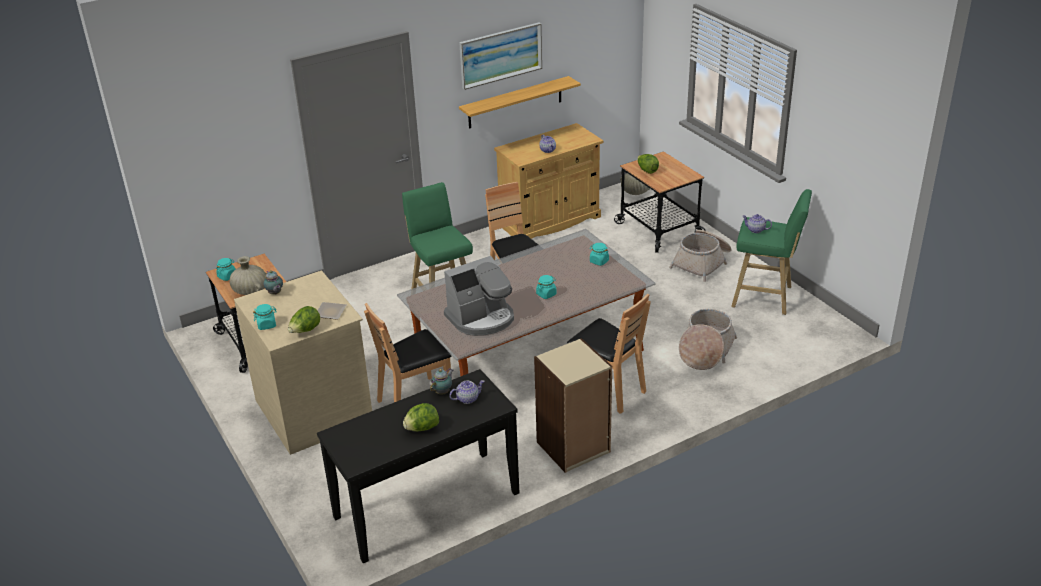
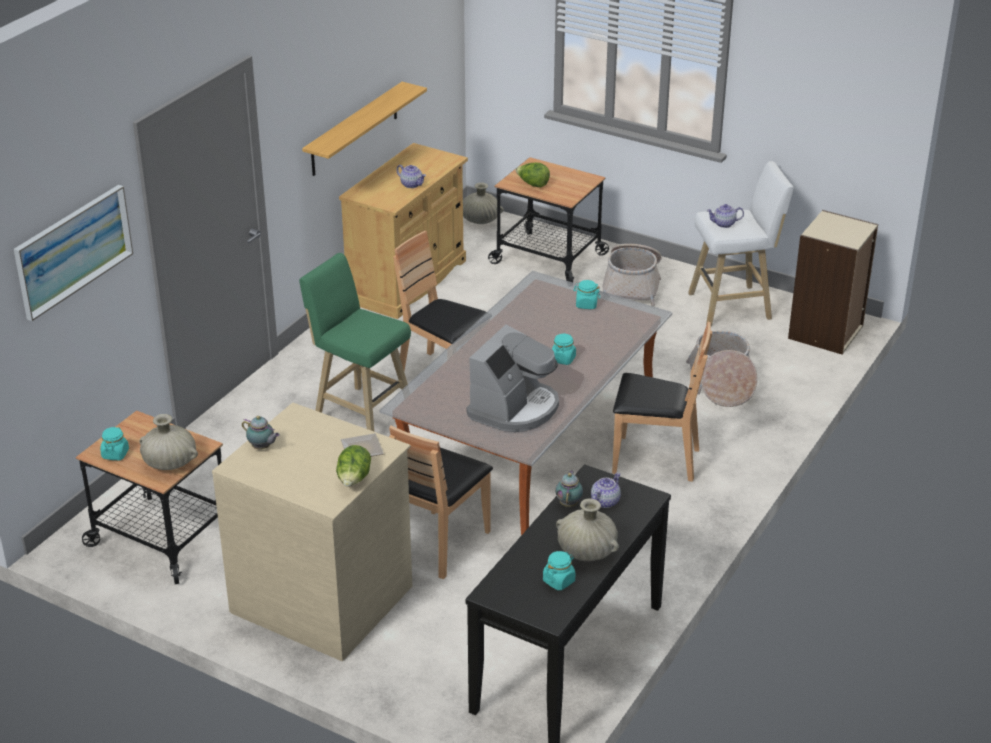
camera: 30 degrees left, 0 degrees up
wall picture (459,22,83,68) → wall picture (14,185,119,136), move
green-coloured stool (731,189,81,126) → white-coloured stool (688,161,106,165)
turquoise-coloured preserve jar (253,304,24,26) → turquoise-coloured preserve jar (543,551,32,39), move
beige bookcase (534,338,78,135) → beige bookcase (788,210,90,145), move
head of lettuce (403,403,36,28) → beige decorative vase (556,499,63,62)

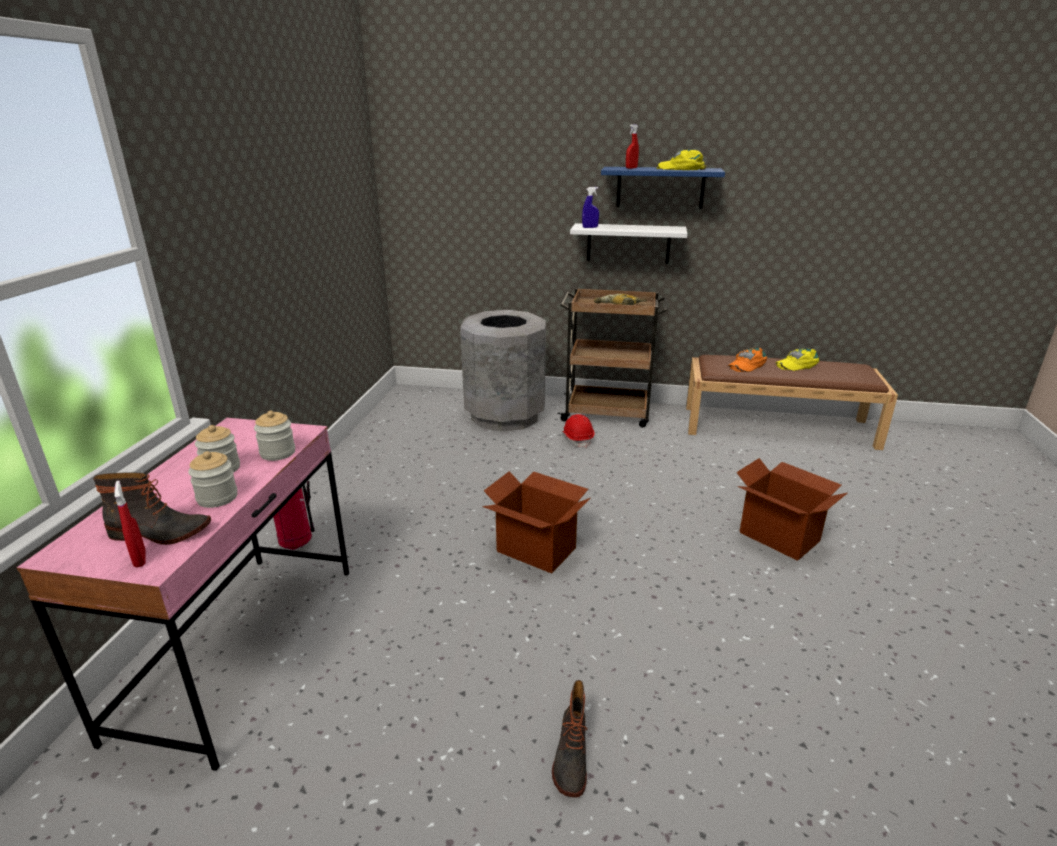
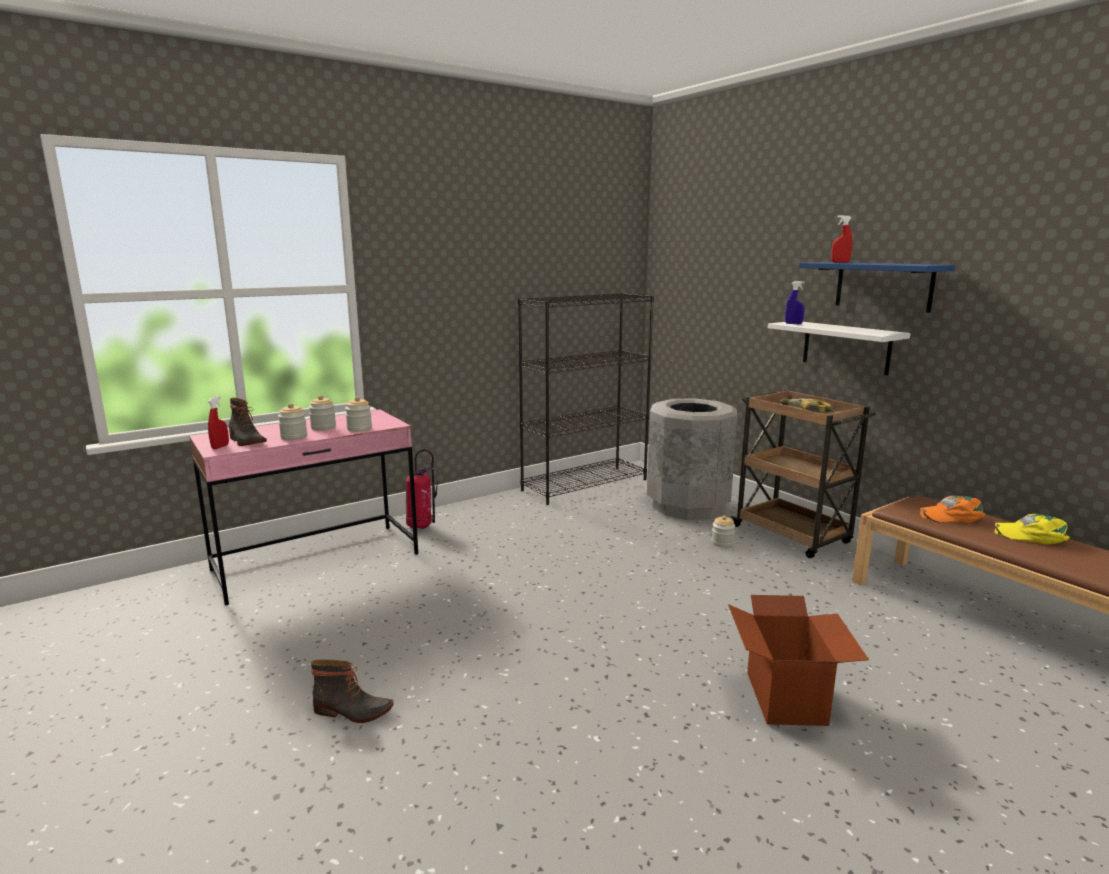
camera: 45 degrees right, 10 degrees down
yellowish baseball cap (657,149,49,21) → -
reddish hard hat (562,414,32,34) → preserve jar (712,516,23,32)
cardboard box (483,471,108,102) → -
tall boot (552,680,35,117) → tall boot (311,659,82,64), 135 degrees counterclockwise
- → black-coloured bookcase (518,293,136,212)

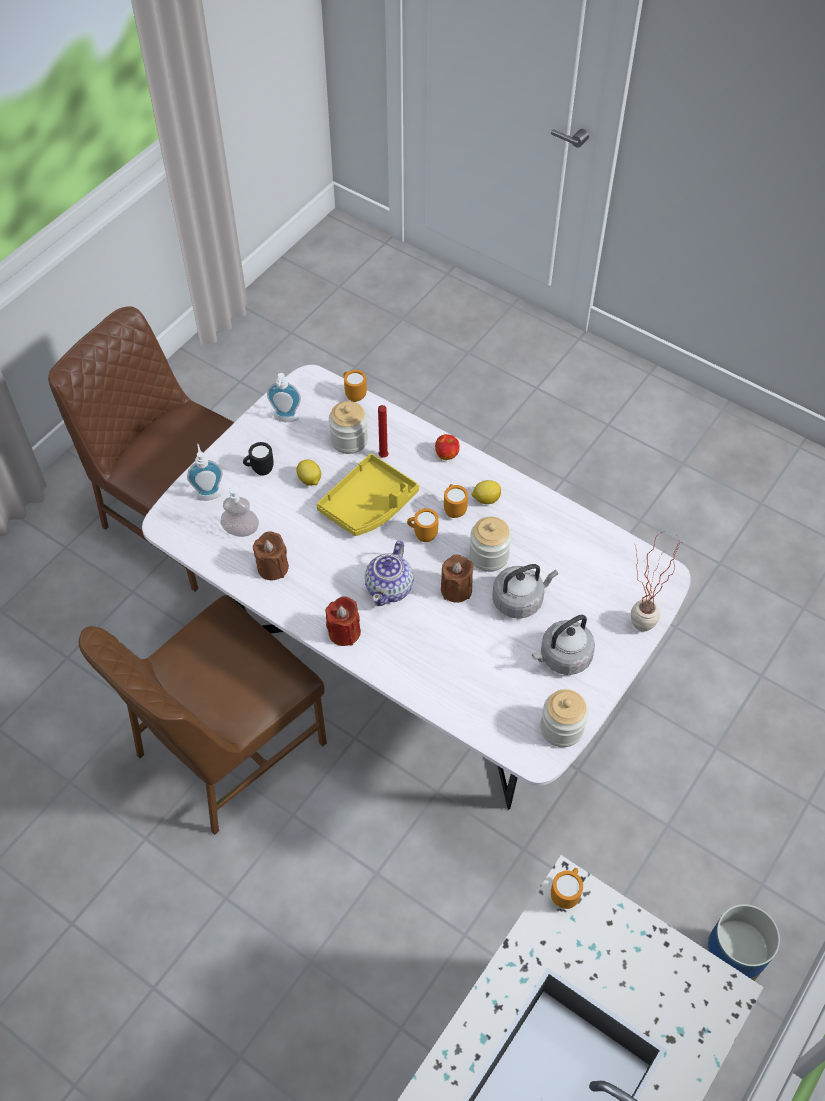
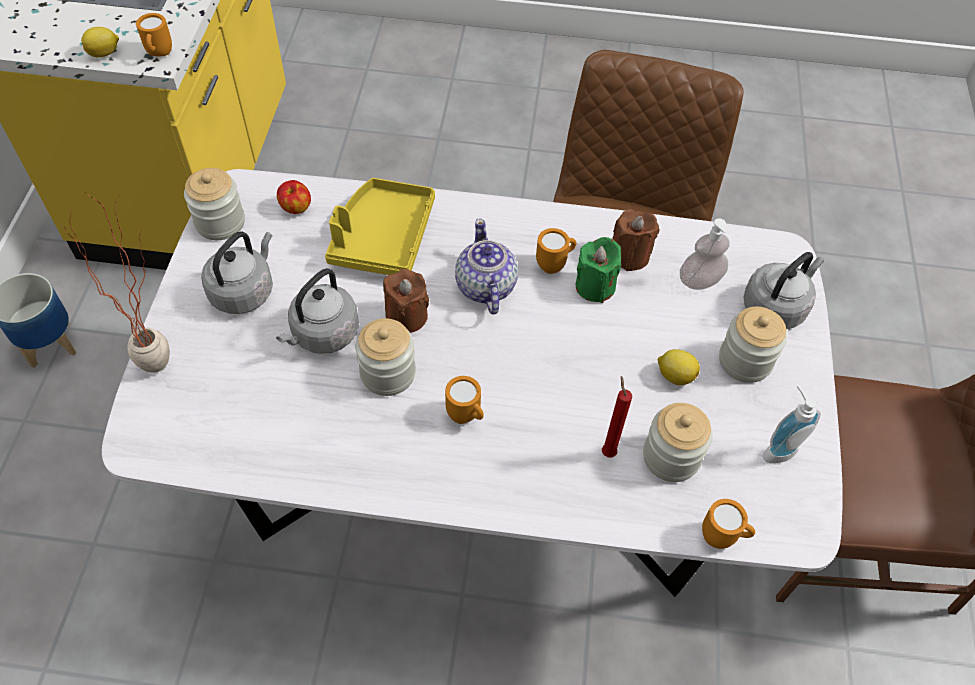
camera: 150 degrees right, 0 degrees up
apple fruit (435,434,25,26) → apple fruit (277,180,34,34), move
black-coloured coffee mug (243,442,31,33) → preserve jar (719,307,68,76)
soap bottle (187,444,36,57) → grey tea kettle (743,252,81,77)
yellowish carrying tray (316,454,103,82) → yellowish carrying tray (325,178,110,97), move
citrus fruit (472,480,29,24) → citrus fruit (81,27,38,30), move
orange-coloured coffee mug (407,508,32,34) → orange-coloured coffee mug (536,228,41,46), move
reddish candle (325,596,36,50) → -
- → green-coloured candle (576,237,45,66)

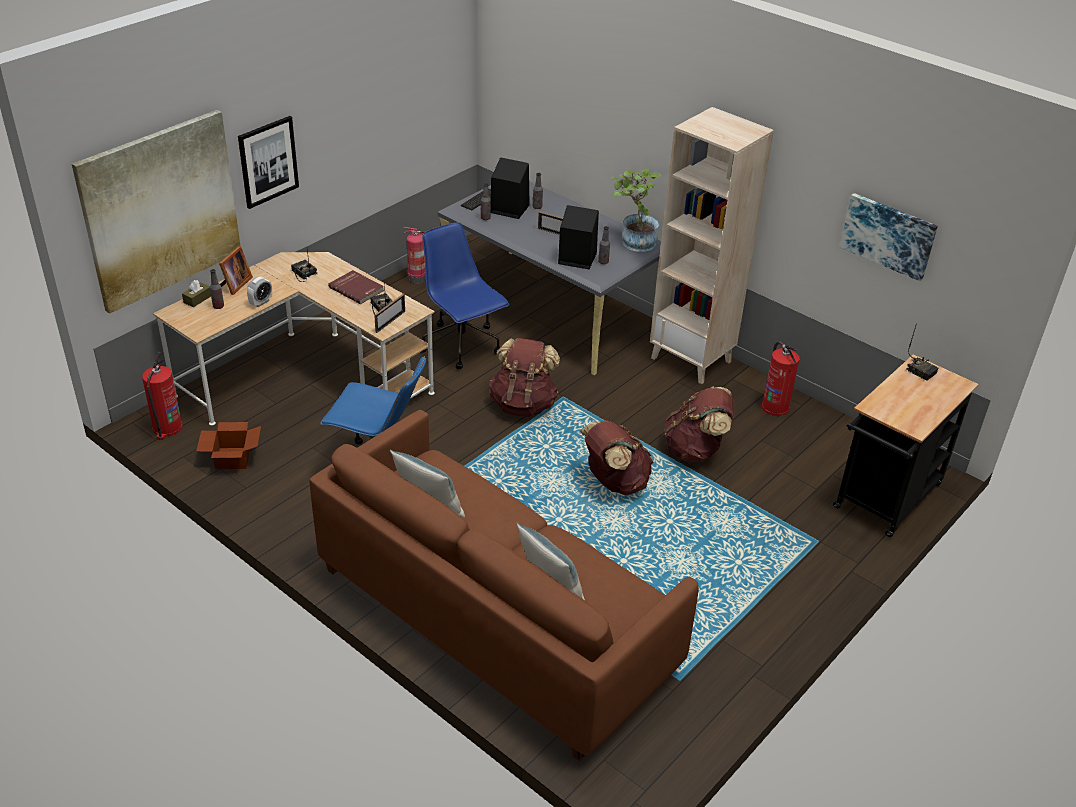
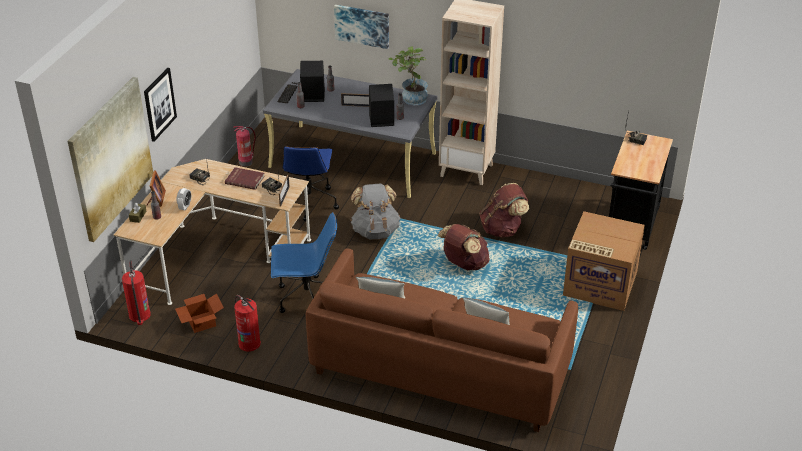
camera: 20 degrees left, 0 degrees up
wall picture (840,193,98,88) → wall picture (334,5,55,44), move
blue-coloured computer chair (421,222,88,147) → blue-coloured computer chair (283,146,56,76), 120 degrees counterclockwise
brown-coloured rucksack (489,338,71,79) → grey rucksack (350,183,51,56)
fire-fighting cylinder (762,341,37,75) → fire-fighting cylinder (234,295,27,57), move
- → cardboard box (563,211,82,100)

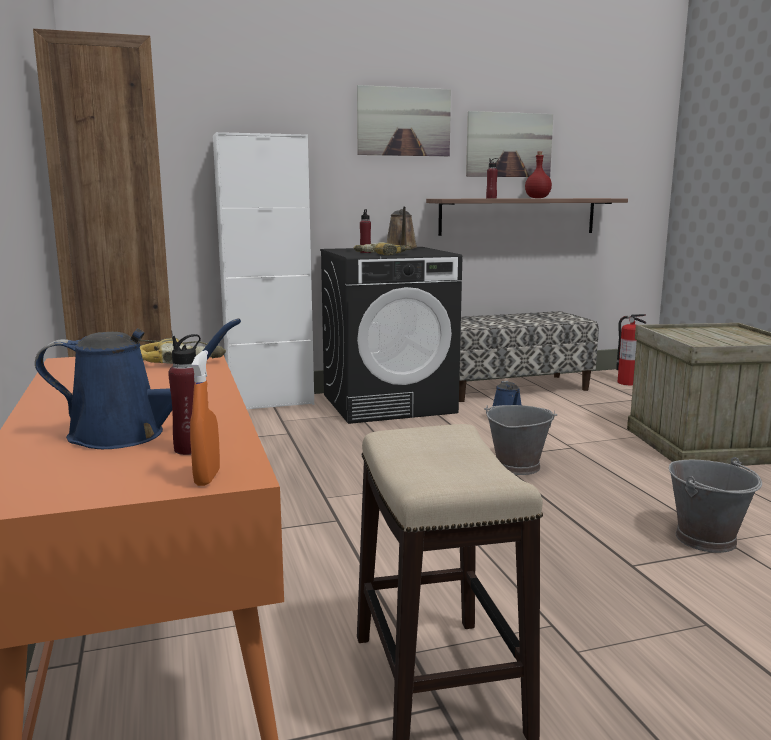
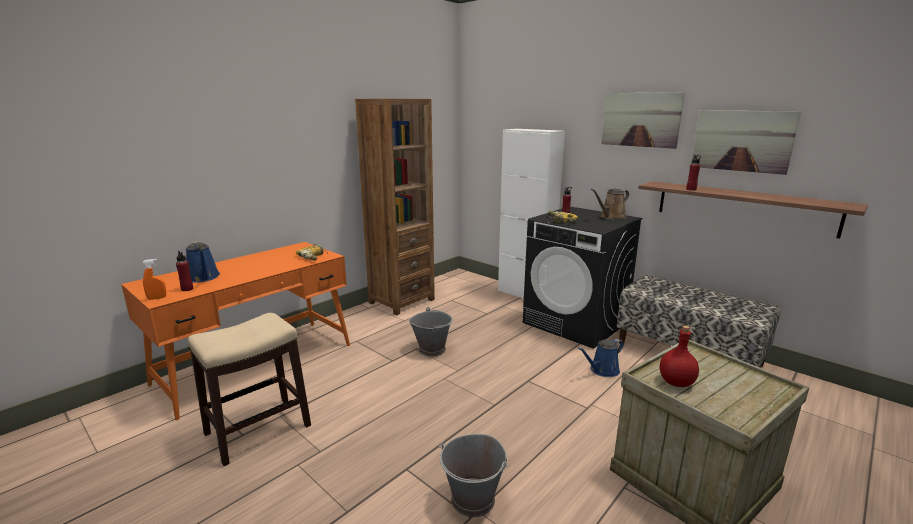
camera: 60 degrees right, 5 degrees up
reddish beverage bottle (525,152,27,46) → reddish beverage bottle (660,326,39,61), move
fire-fighting cylinder (616,314,30,71) → -
grey water bucket (484,405,74,70) → grey water bucket (409,307,44,50), move

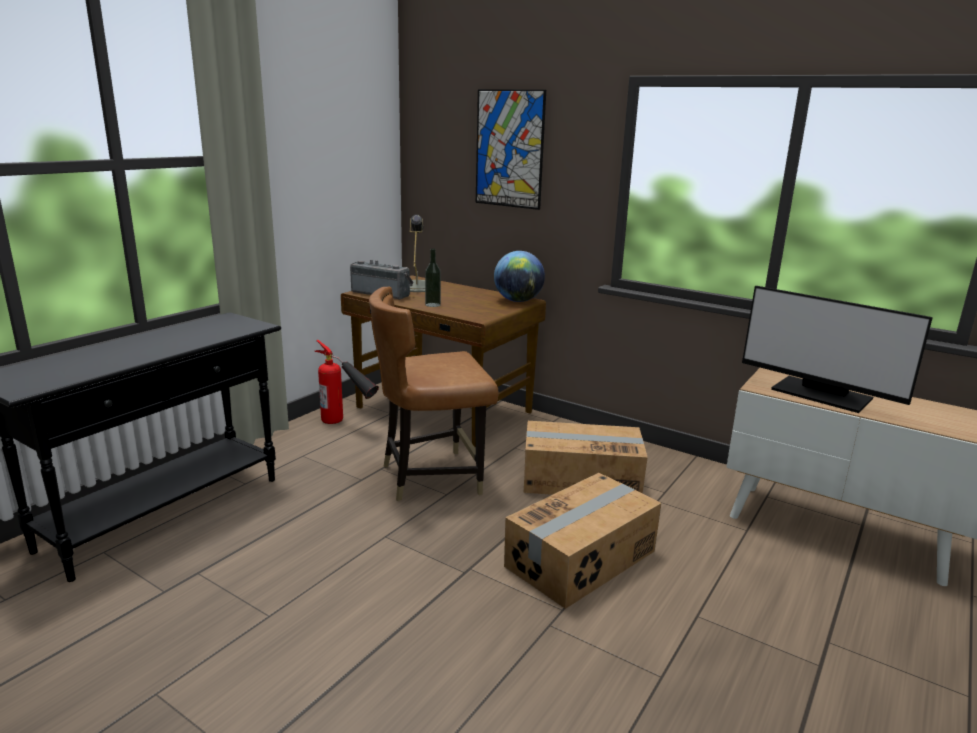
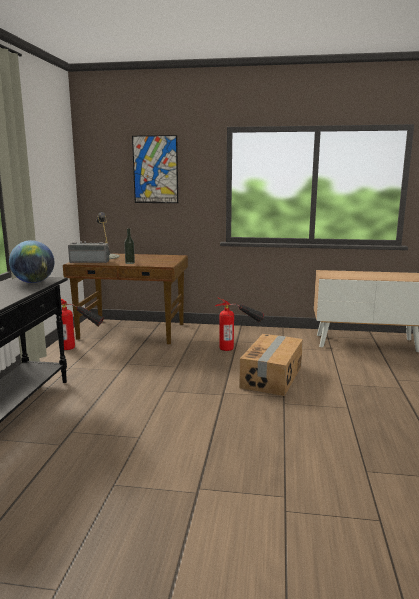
camera: 25 degrees left, 5 degrees down
globe (494,251,51,51) → globe (9,240,45,43), move
monitor (742,286,191,127) → -
brown-coloured plain chair (369,287,130,214) → -
cardboard box (524,421,124,74) → fire-fighting cylinder (215,298,49,53)

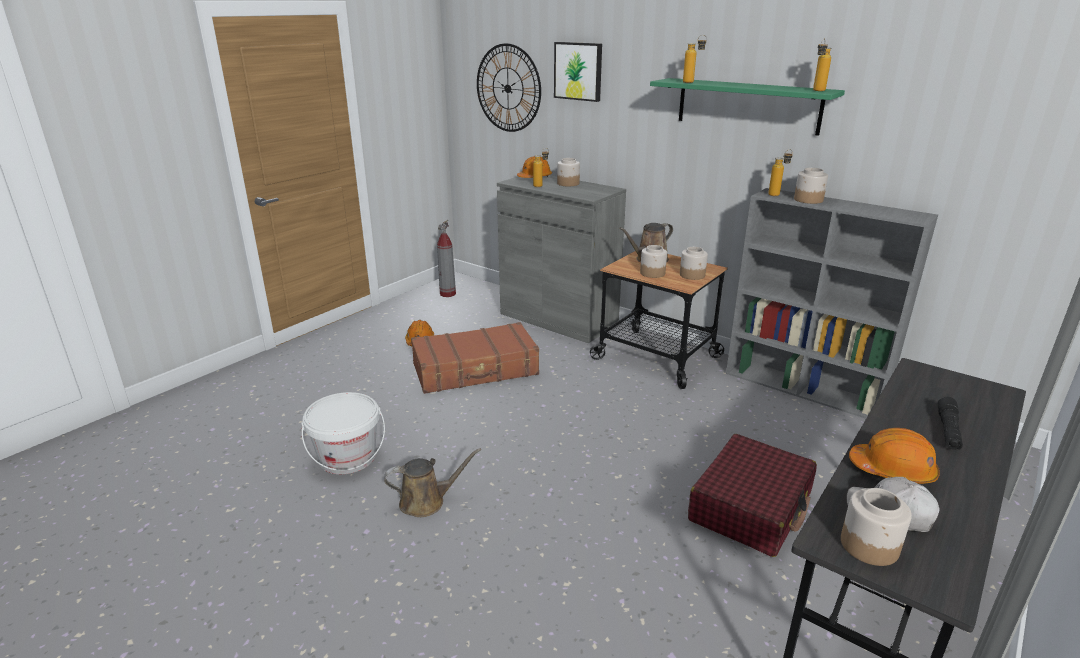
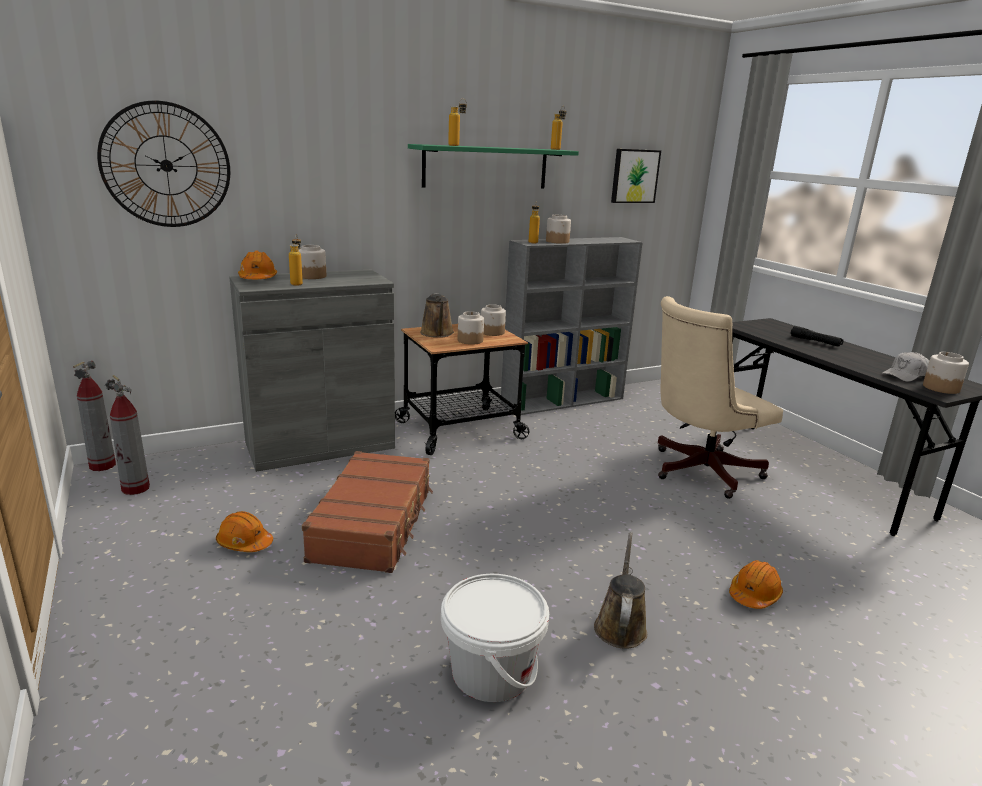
camera: 65 degrees left, 5 degrees down
wall picture (554,42,48,60) → wall picture (611,149,50,54), move
orange-coloured hard hat (849,428,91,56) → orange-coloured hard hat (729,560,54,49), move
reddish travel case (688,434,129,123) → beige computer chair (658,296,125,203)
- → fire-fighting cylinder (73,361,43,110)

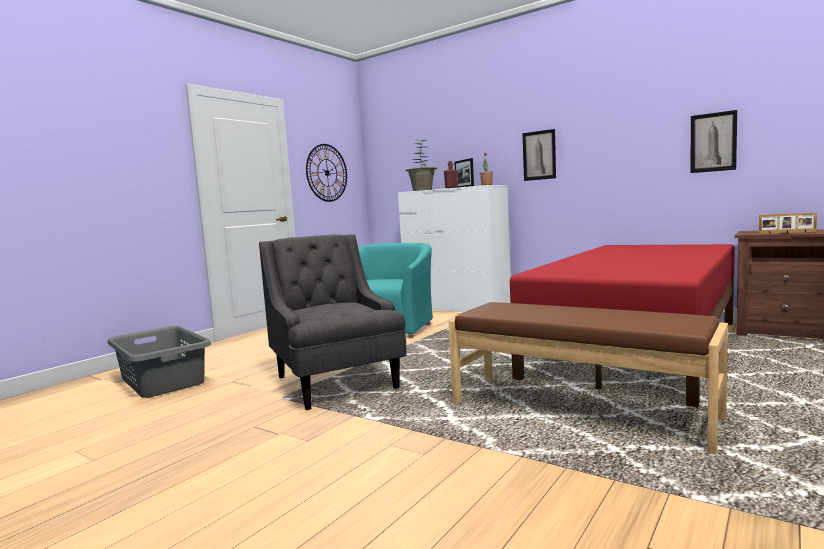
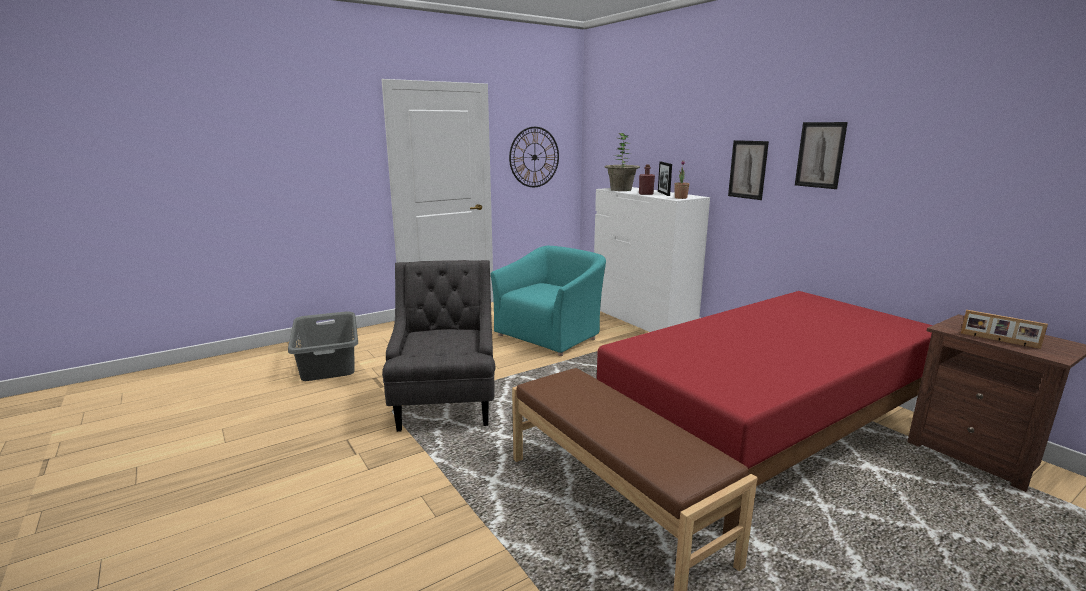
camera: 20 degrees right, 10 degrees up
wall picture (690,110,47,63) → wall picture (795,122,53,67), move

